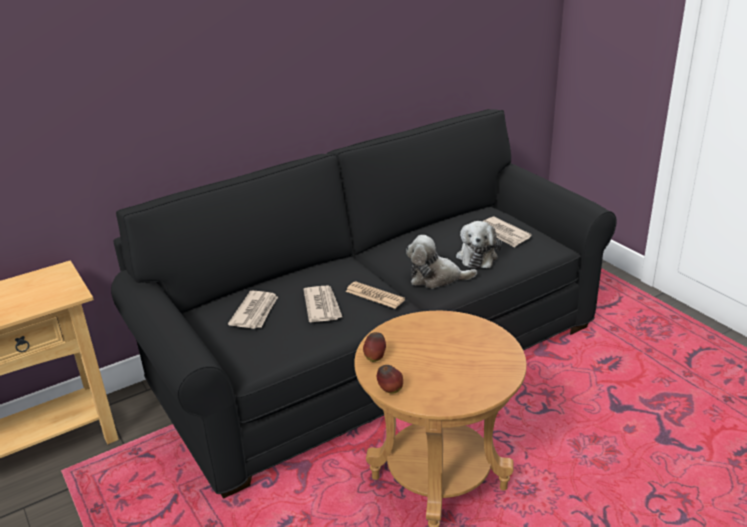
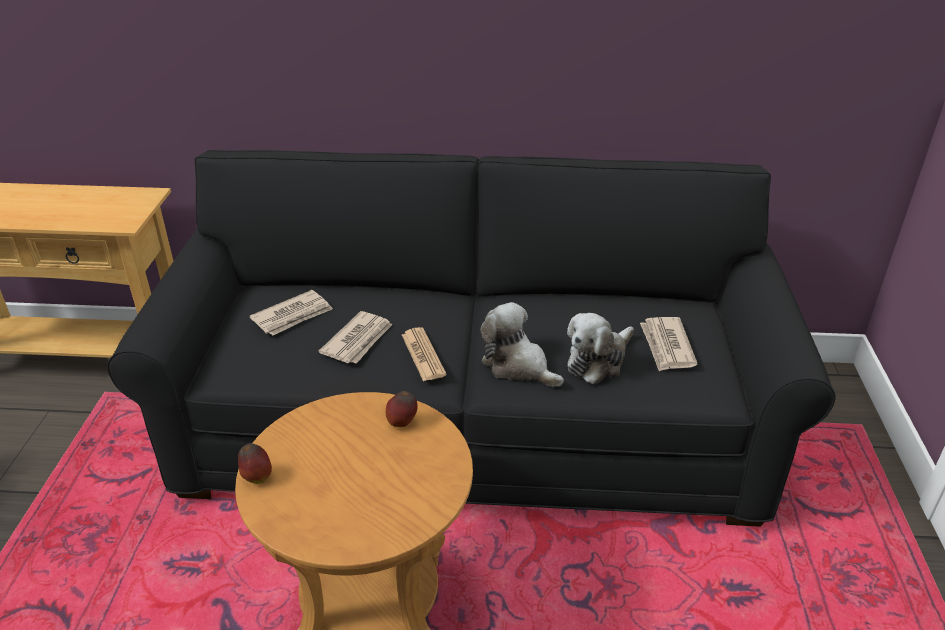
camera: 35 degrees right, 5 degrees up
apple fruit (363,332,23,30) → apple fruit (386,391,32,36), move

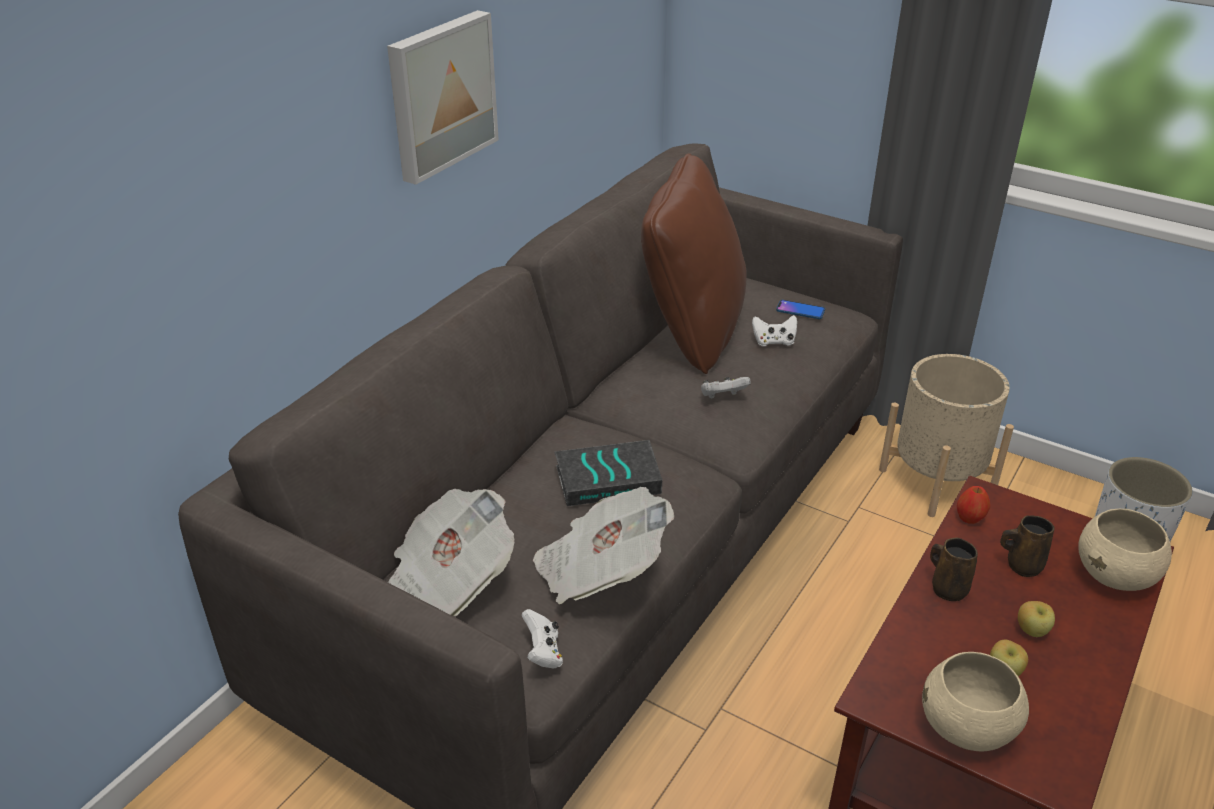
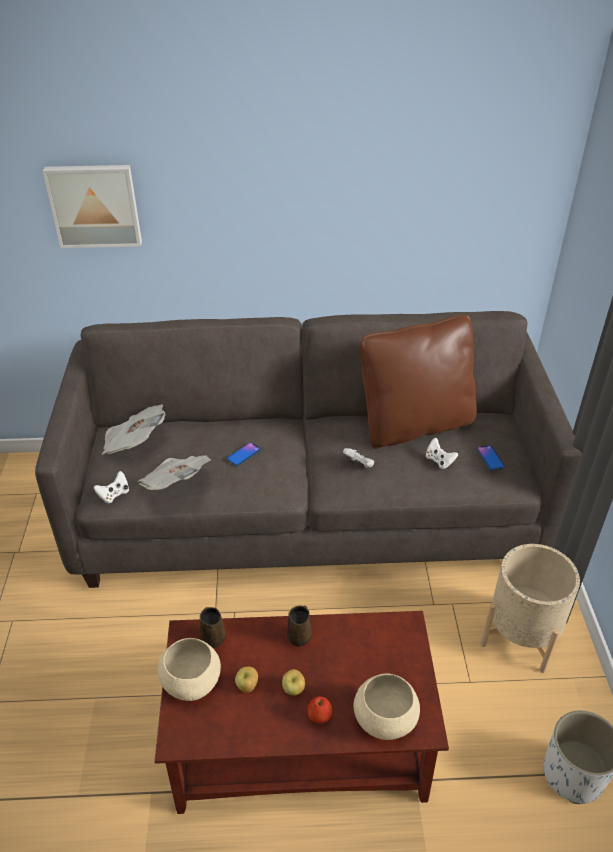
camera: 55 degrees right, 5 degrees up
wall picture (387,10,112,175) → wall picture (43,165,99,83), move
book (554,440,108,66) → handset (227,442,34,24)
apple fruit (957,486,33,38) → apple fruit (307,696,25,28), move
brown-coloured coffee mug (1000,515,55,62) → brown-coloured coffee mug (199,607,27,41), move

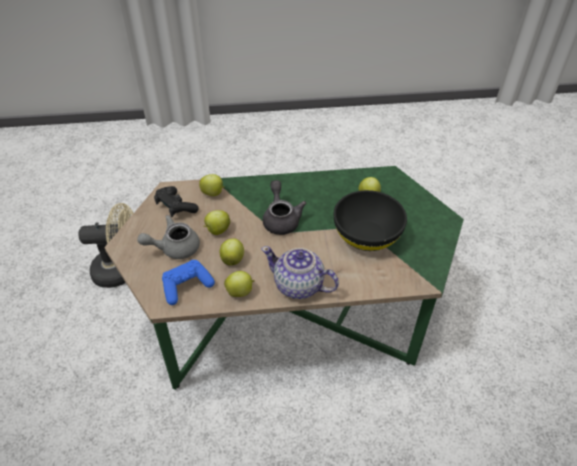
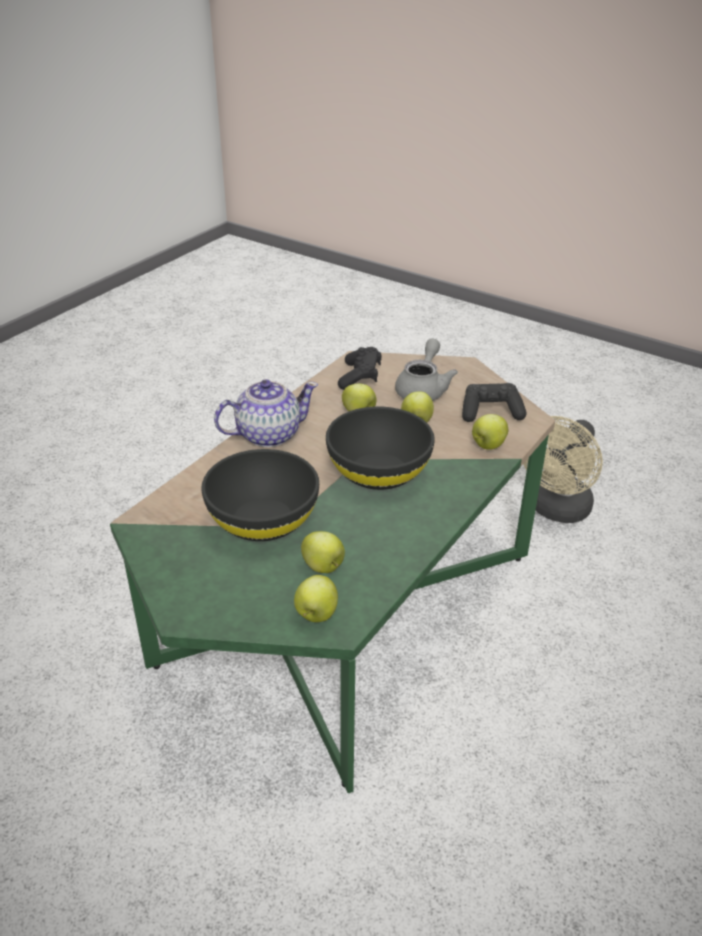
camera: 130 degrees right, 10 degrees down
grey tea pot (263,180,43,55) → black-coloured deep dish (326,407,109,83)
blue-coloured gamepad (162,260,53,45) → black-coloured gamepad (338,347,44,43)
apple fruit (224,271,31,26) → apple fruit (294,575,44,47), move

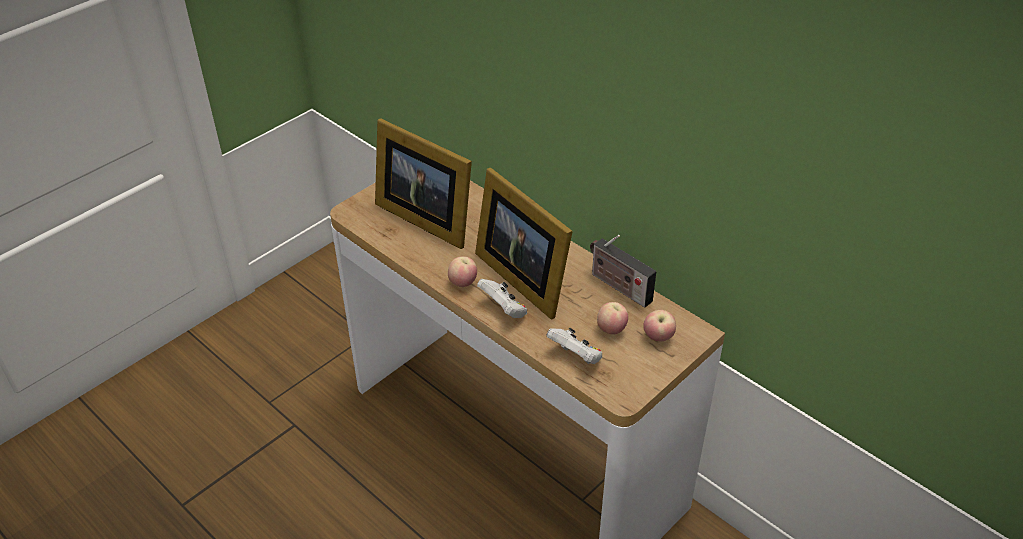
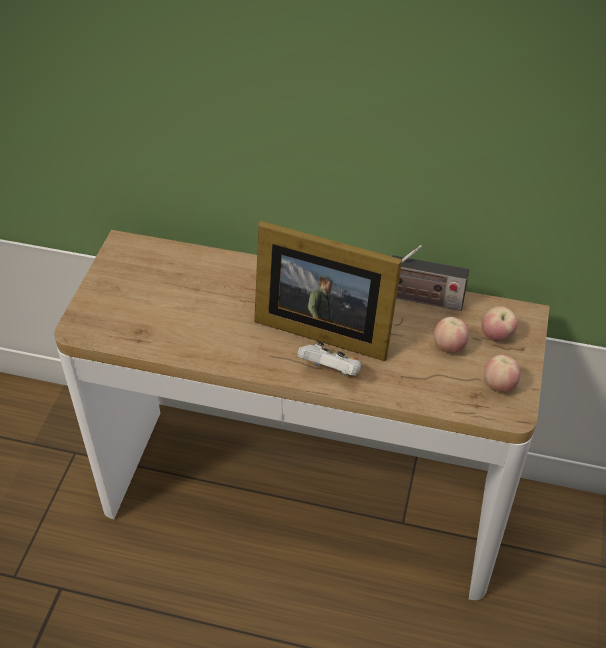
camera: 30 degrees left, 5 degrees up
picture frame (375,118,97,131) → -
apple fruit (448,257,29,30) → apple fruit (484,355,37,37), move
white-coloured gamepad (546,328,56,36) → -

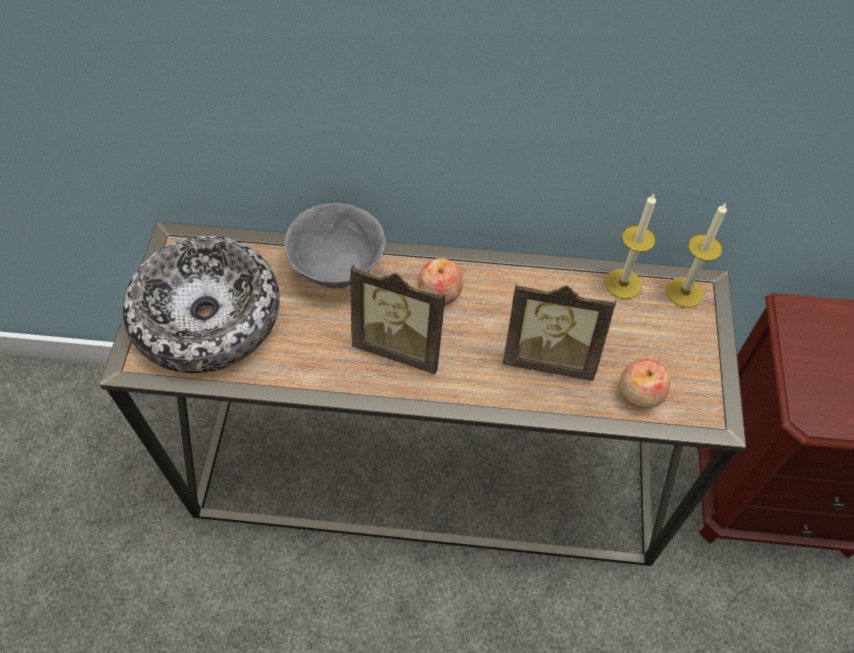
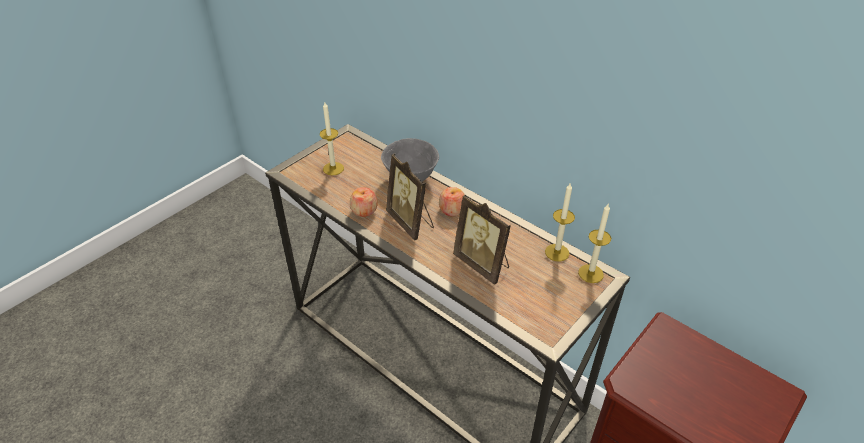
camera: 35 degrees right, 15 degrees down
deep dish (123,236,157,137) → candle (320,102,24,73)
apple fruit (620,358,50,51) → apple fruit (350,187,28,30), move

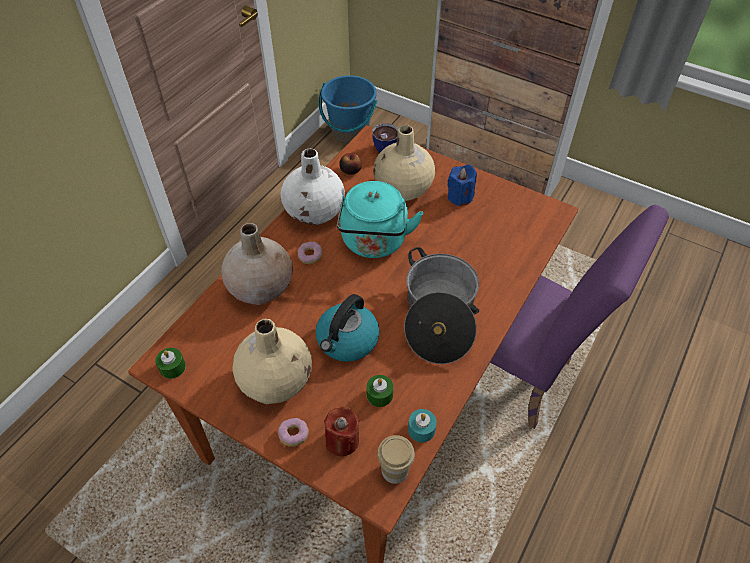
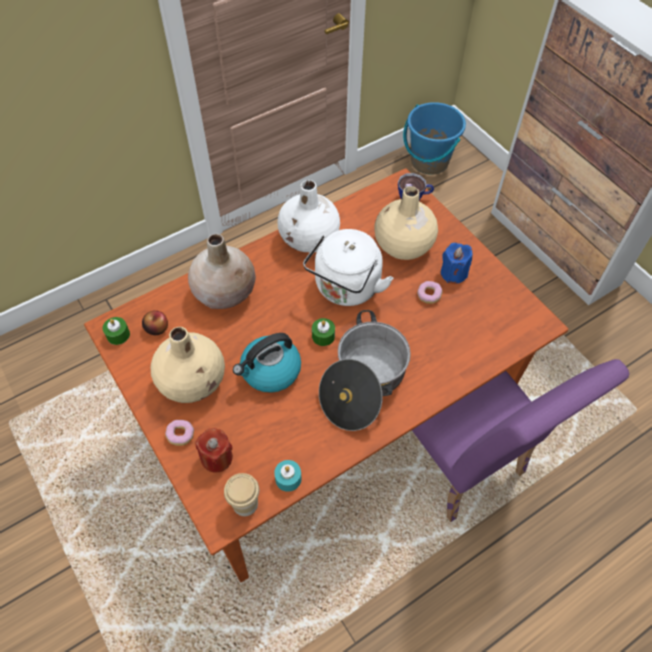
camera: 25 degrees right, 5 degrees up
apple fruit (339,153,23,22) → apple fruit (142,310,26,25), move
turquoise-coloured tea kettle (337,181,86,77) → white-coloured tea kettle (303,229,90,77)
ring doughnut (298,242,24,22) → ring doughnut (417,281,26,23), move
green-coloured candle (367,375,26,32) → green-coloured candle (312,318,23,28), move

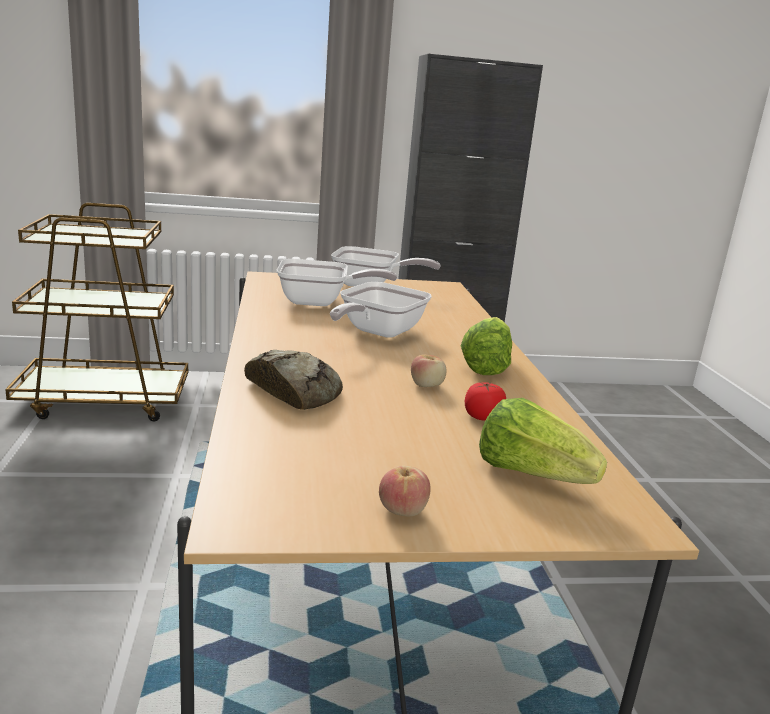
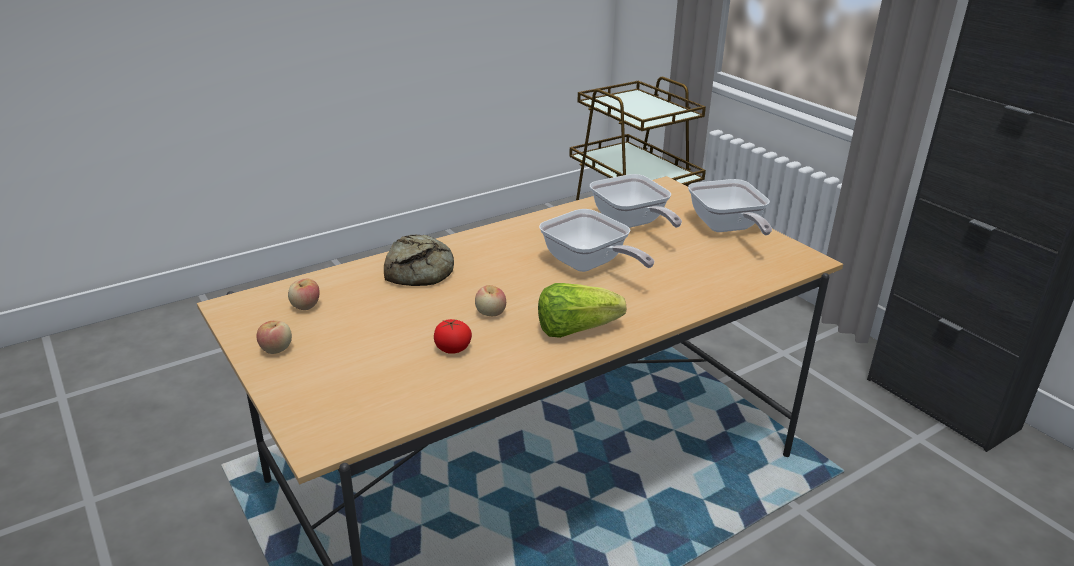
camera: 65 degrees right, 10 degrees up
pan (330,282,102,56) → pan (539,209,115,63), 135 degrees counterclockwise
head of lettuce (479,398,128,86) → -
- → apple fruit (288,279,32,31)

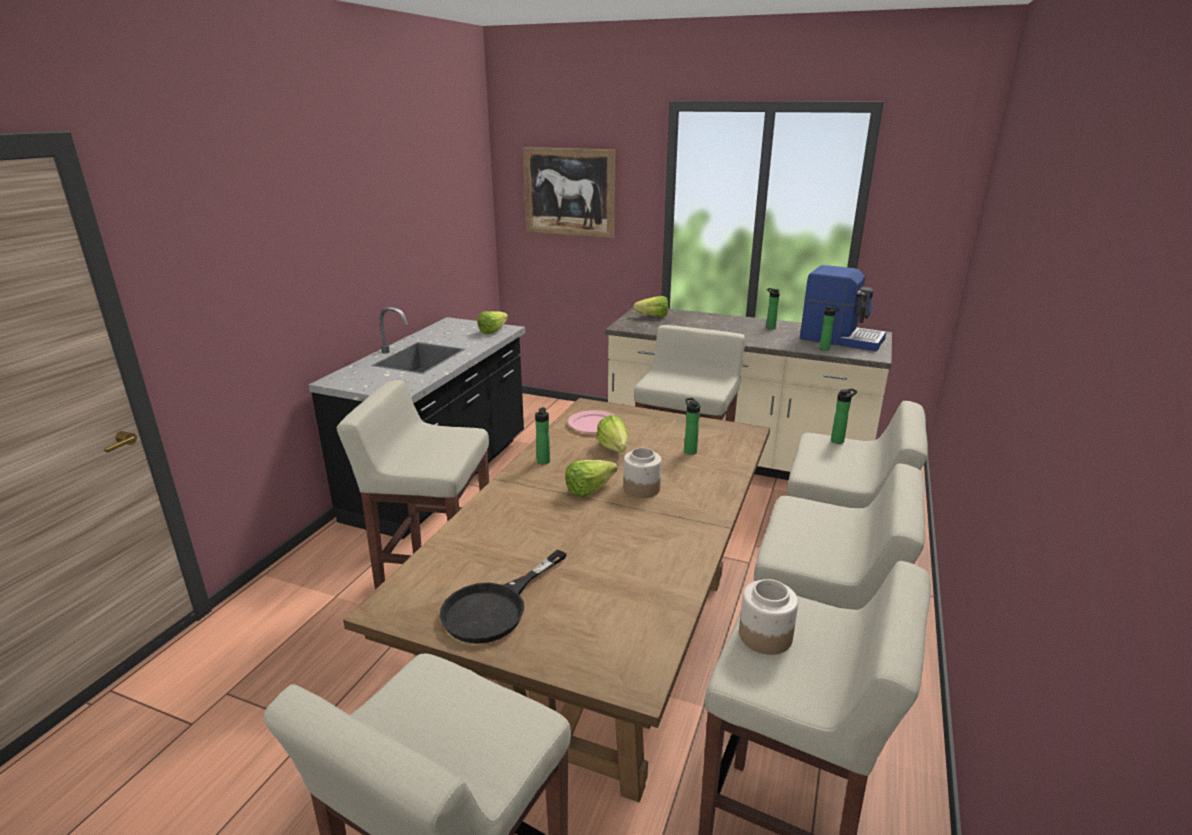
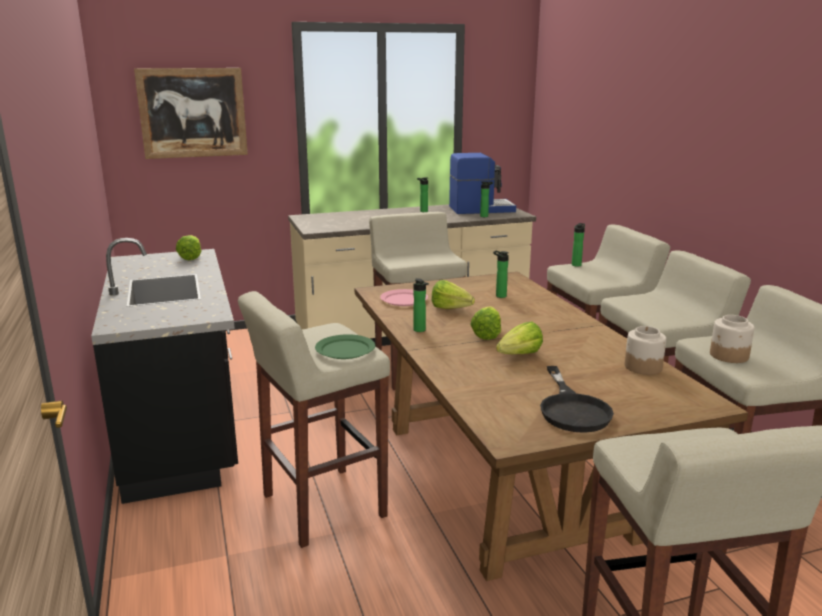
camera: 40 degrees left, 5 degrees down
head of lettuce (633,296,35,22) → head of lettuce (496,322,47,32), move
preserve jar (623,448,39,50) → preserve jar (625,326,41,49), move
- → green-coloured plate (315,334,60,25)

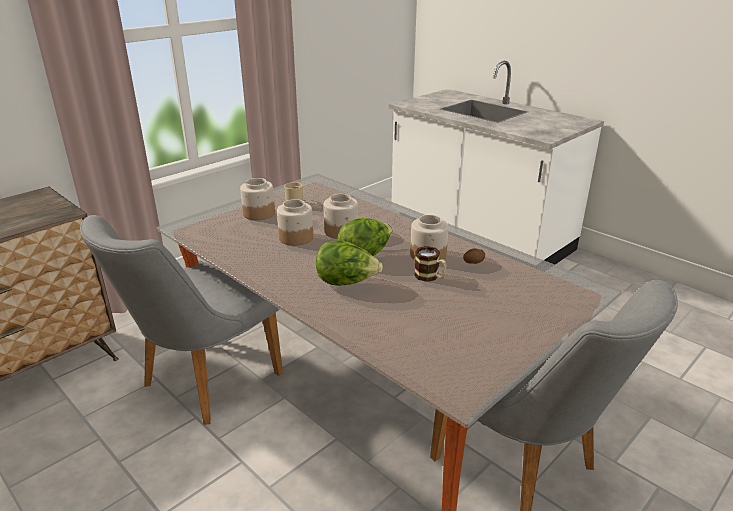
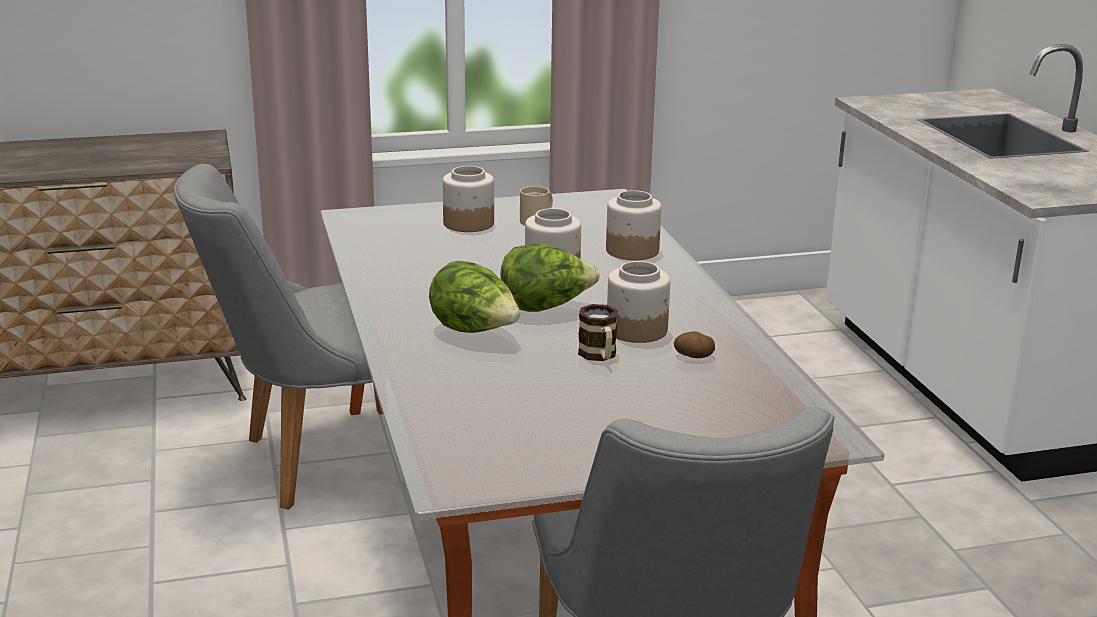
camera: 30 degrees right, 5 degrees down
preserve jar (277,199,36,47) → preserve jar (606,190,55,70), move

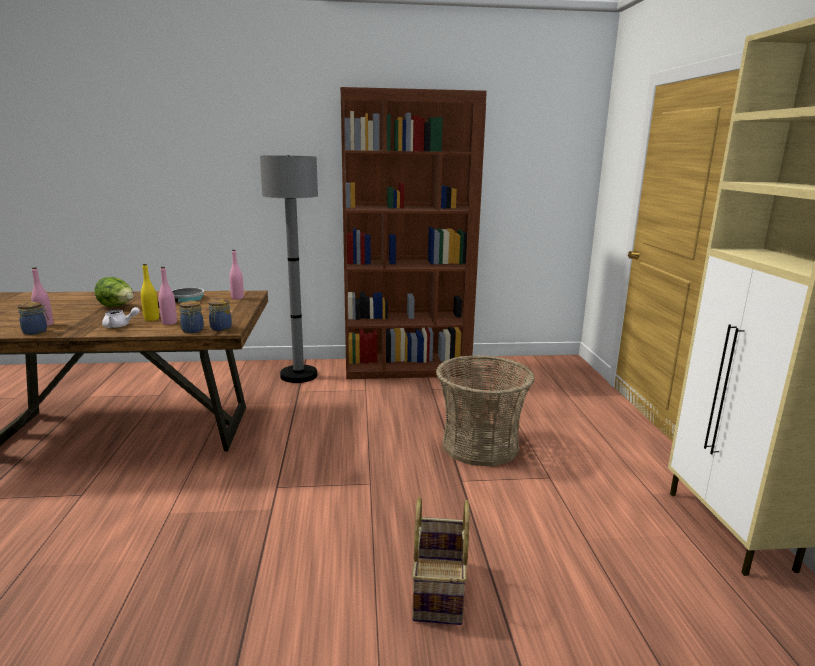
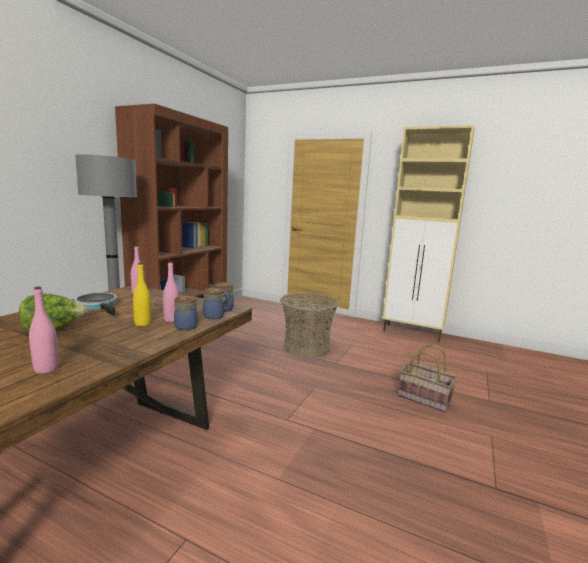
camera: 60 degrees left, 5 degrees down
preserve jar (17,302,32,33) → preserve jar (174,296,24,35), move
white-coloured tea pot (102,307,38,21) → -

